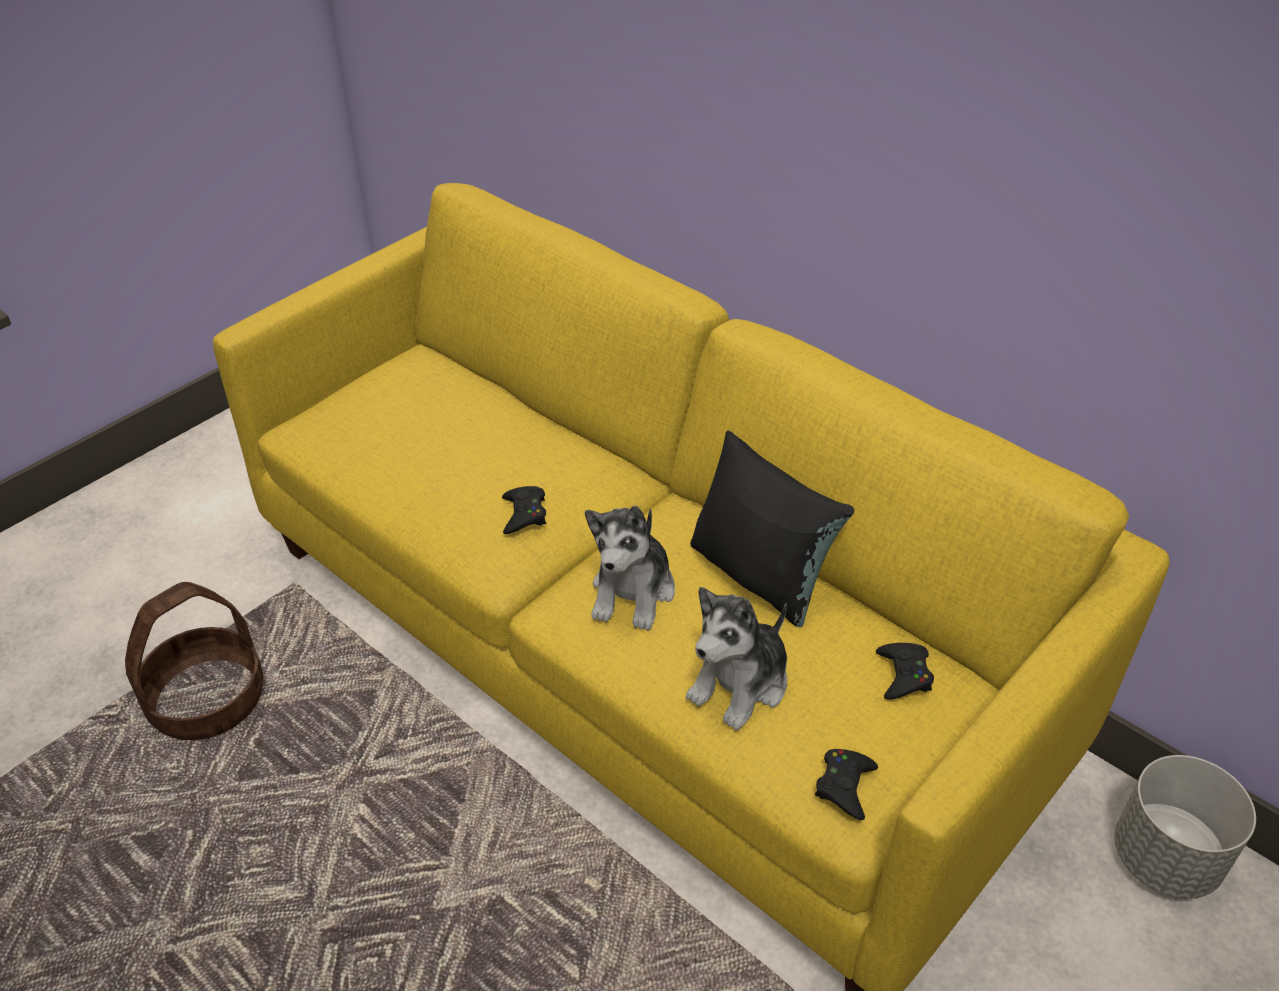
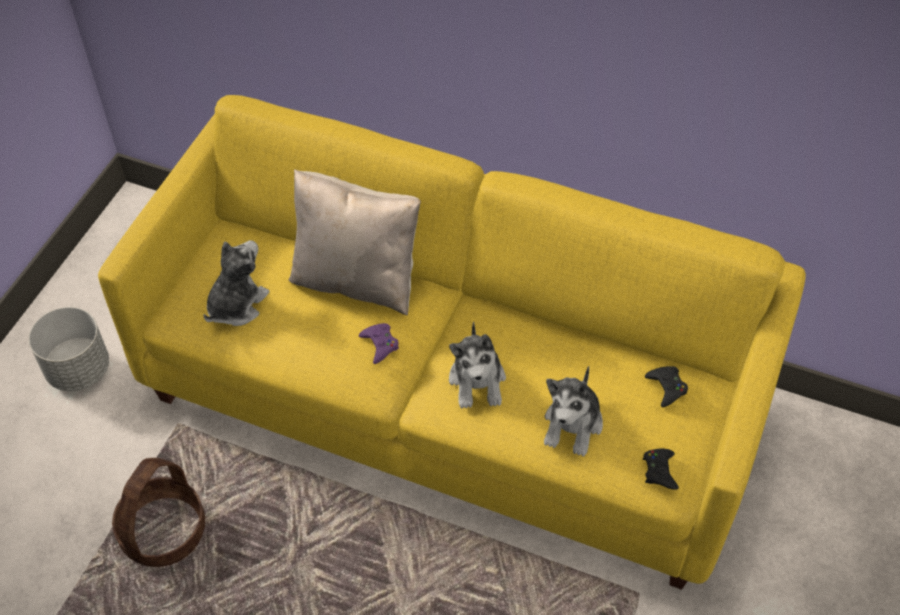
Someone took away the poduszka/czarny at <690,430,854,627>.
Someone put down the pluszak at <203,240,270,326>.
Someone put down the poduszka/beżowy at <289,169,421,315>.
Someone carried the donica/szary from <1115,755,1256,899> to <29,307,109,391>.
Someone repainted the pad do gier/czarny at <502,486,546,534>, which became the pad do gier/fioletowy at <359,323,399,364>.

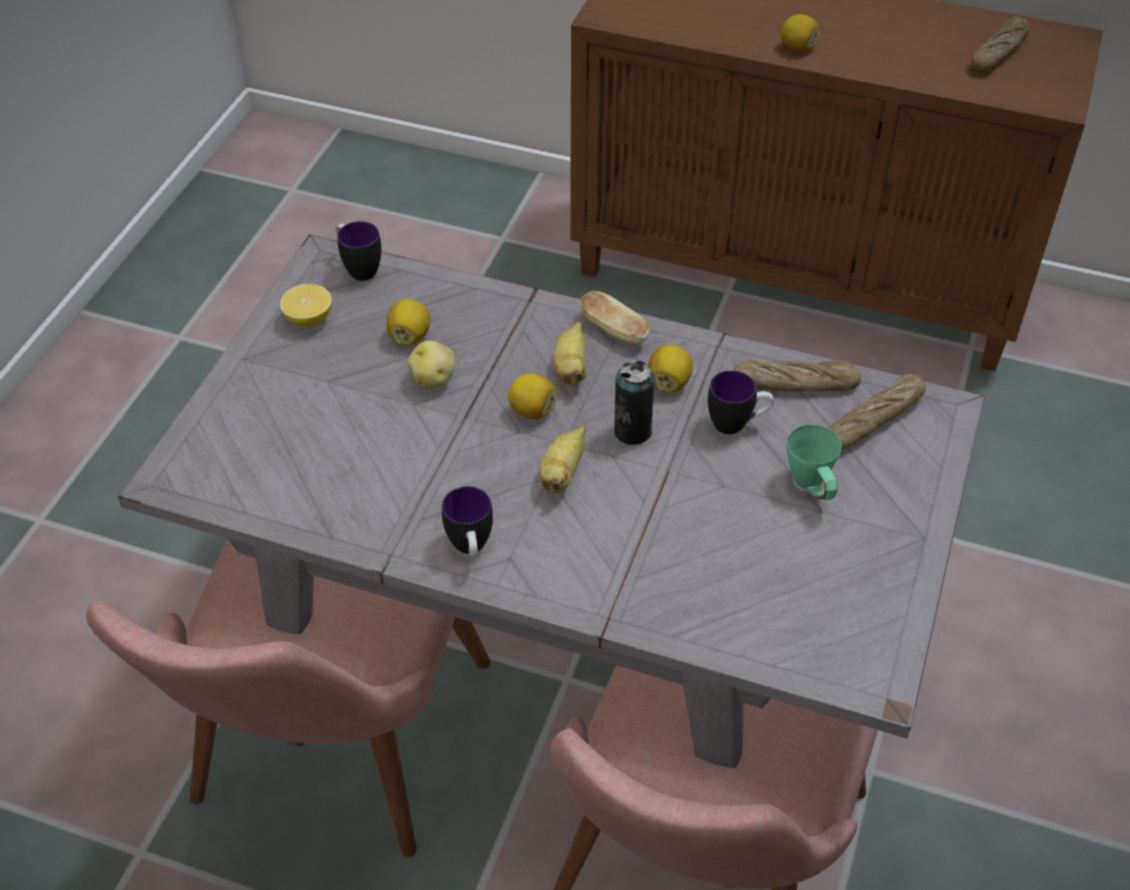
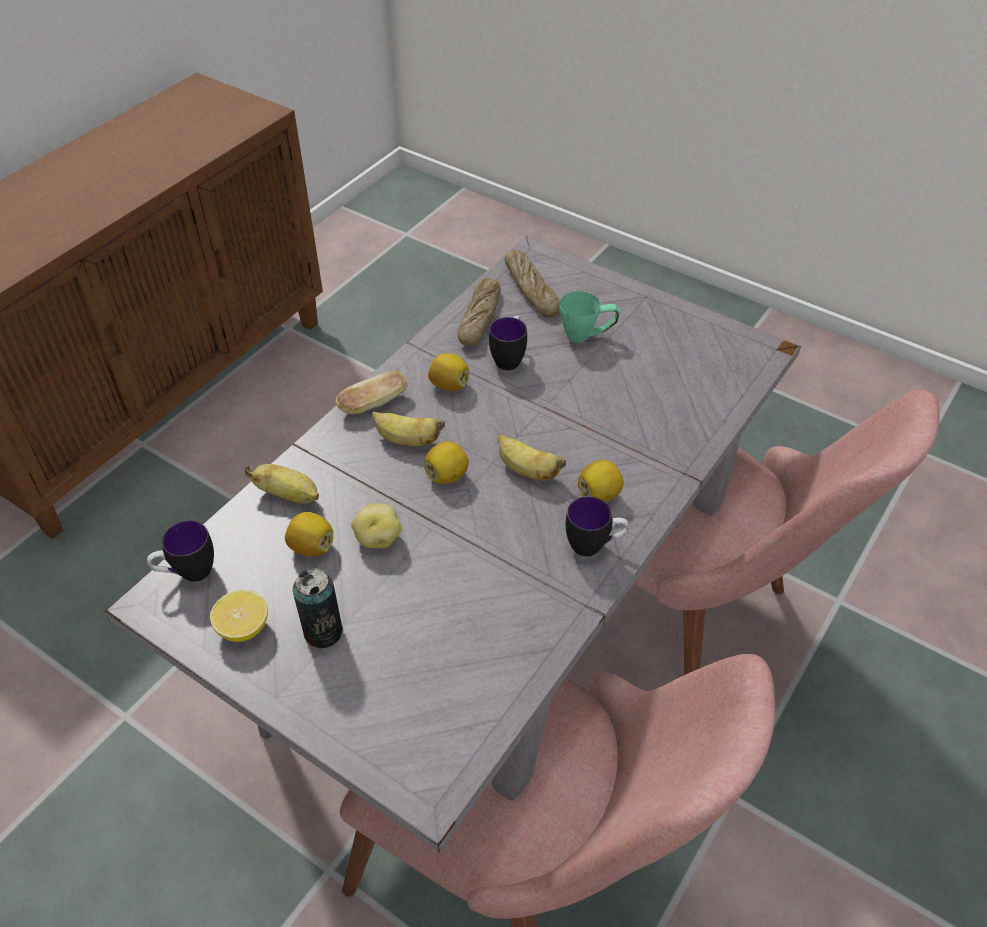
Someone took away the chleb at <972,16,1030,70>.
Someone put down the banan at <245,464,319,504>.
Someone carried the puszka from <614,360,655,445> to <293,568,343,648>.
Someone carried the cytryna from <781,14,820,51> to <578,460,624,502>.

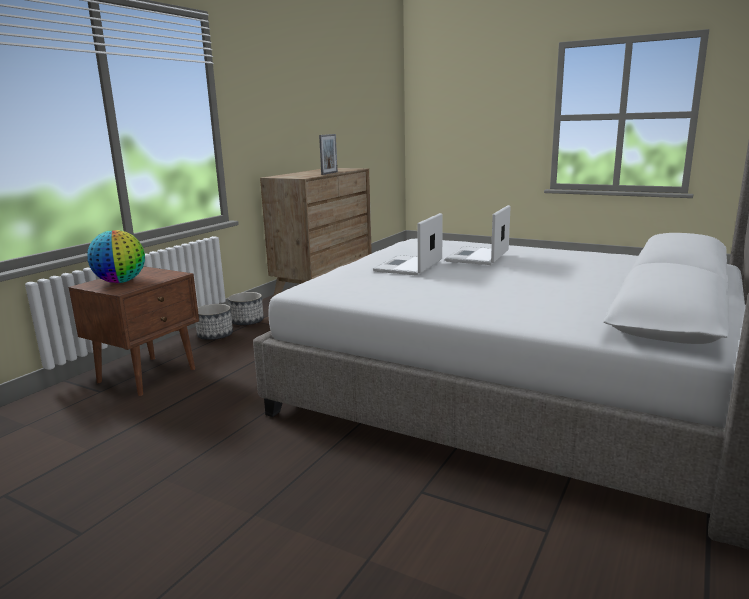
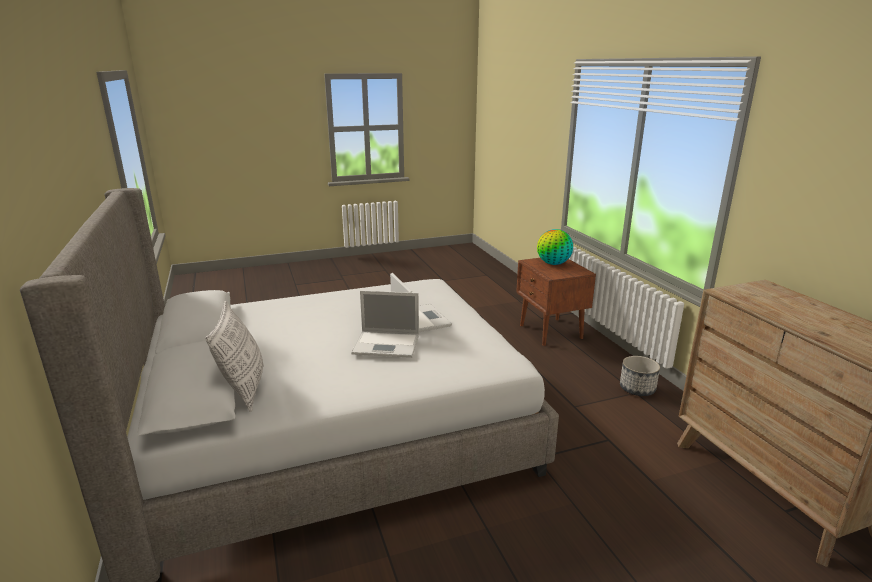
Someone took away the donica at <196,304,233,340>.
Someone took away the ramka na zdjęcie at <319,134,338,175>.
Someone put down the poduszka at <205,301,264,412>.
Someone rotated the laptop at <445,205,511,265> by 120 degrees clockwise.

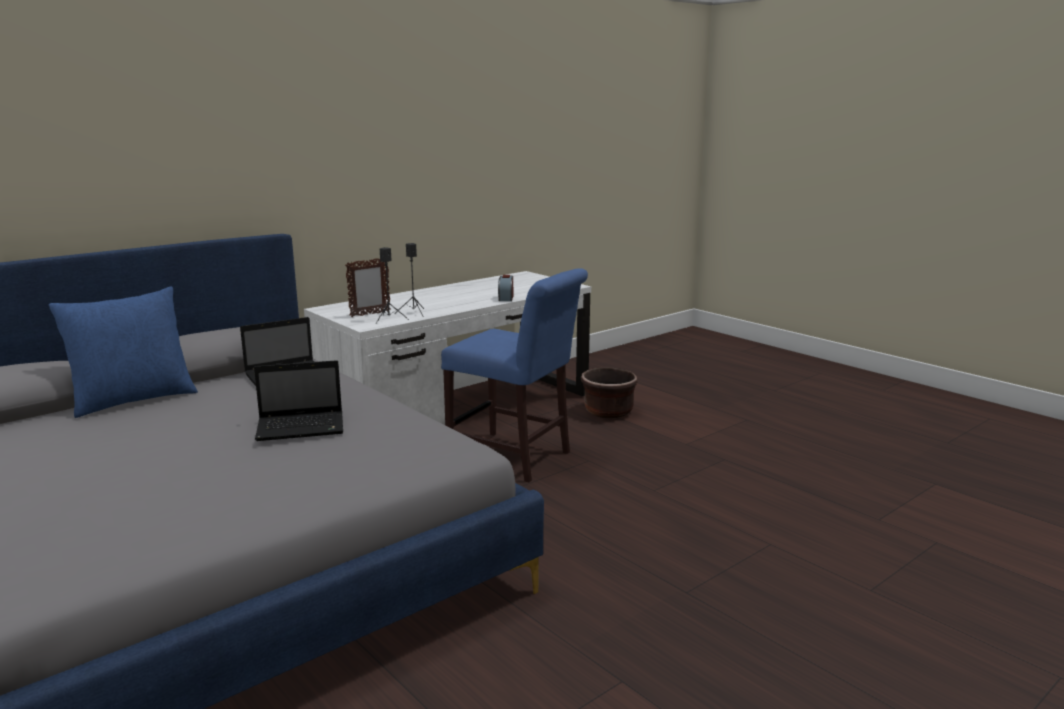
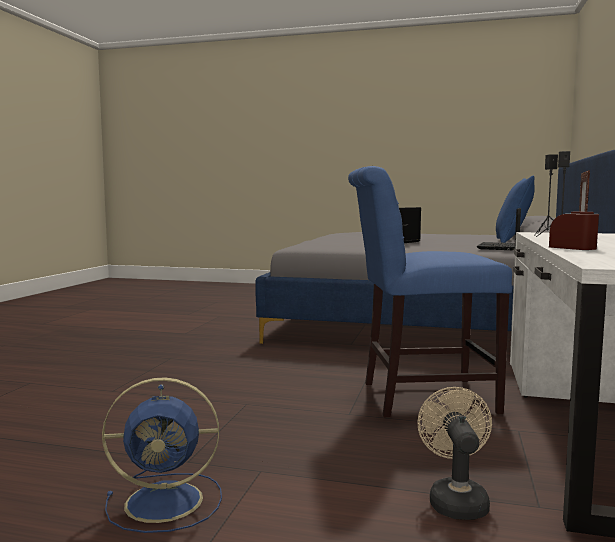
Someone put down the wentylator/niebieski at <102,377,222,533>.
Someone swapped the donica/brązowy at <581,368,637,418> for the wentylator/beżowy at <417,387,492,520>.

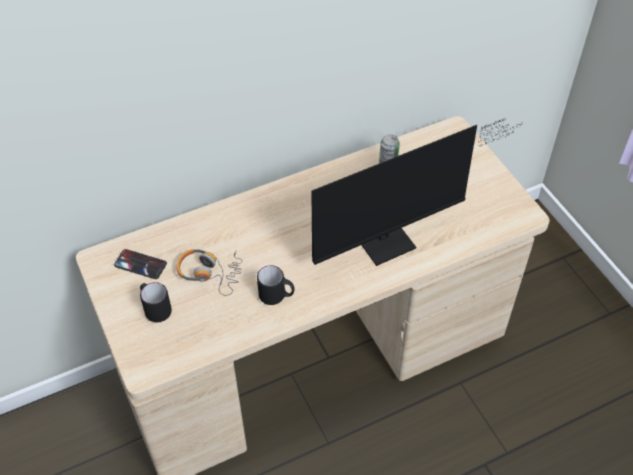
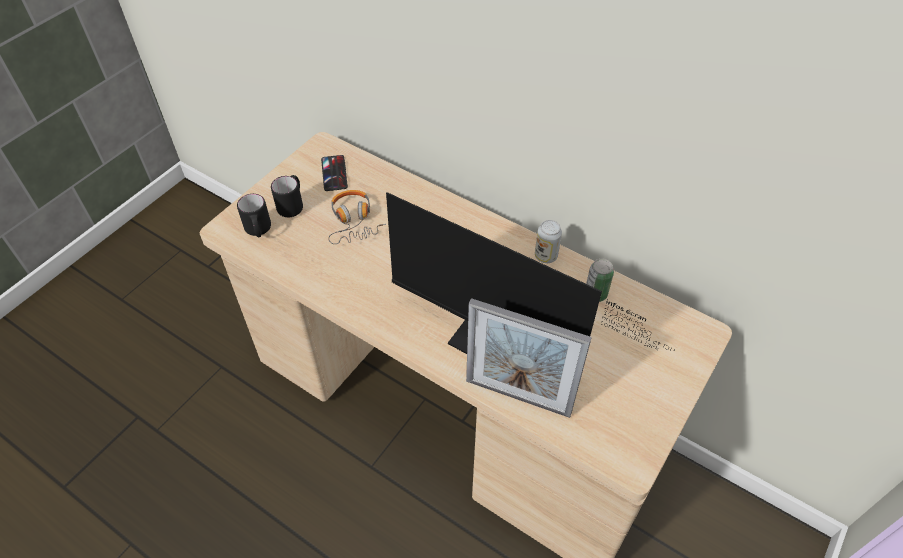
Someone put down the ramka na zdjęcie at <466,298,592,418>.
Someone put down the puszka at <535,220,562,263>.
Someone carried the kubek/czarny from <257,265,294,305> to <237,194,271,237>.

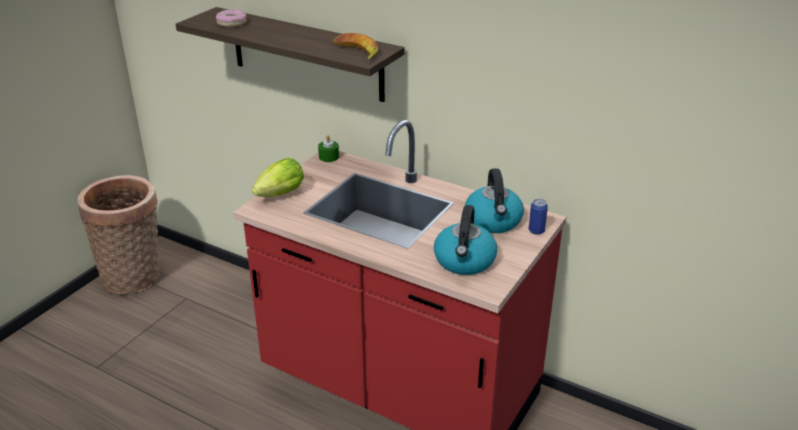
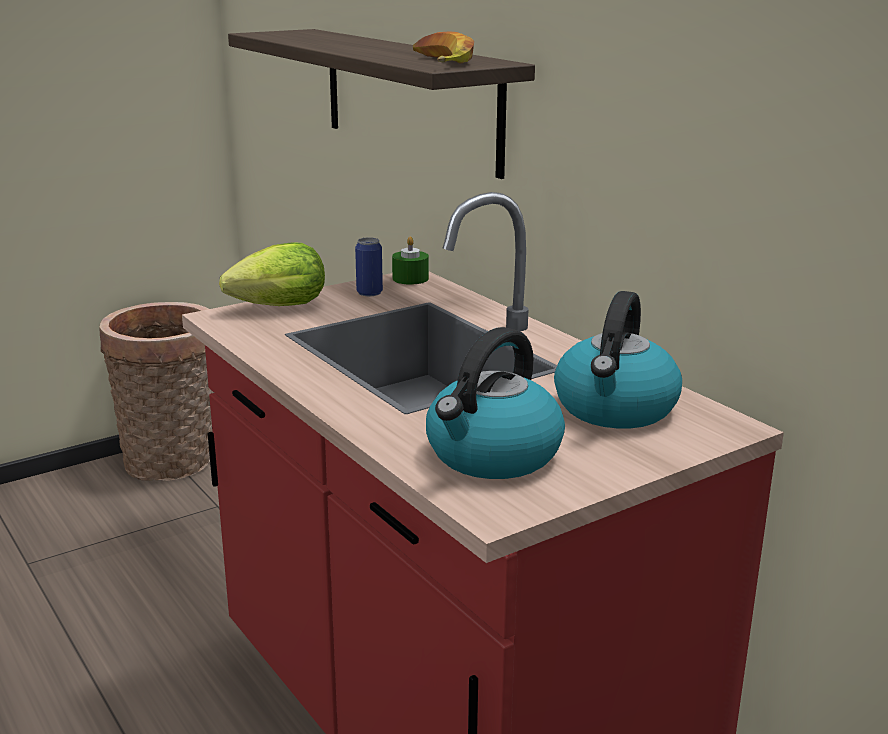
Someone took away the donut at <216,9,246,27>.
Someone carried the puszka from <529,199,548,235> to <355,237,383,296>.

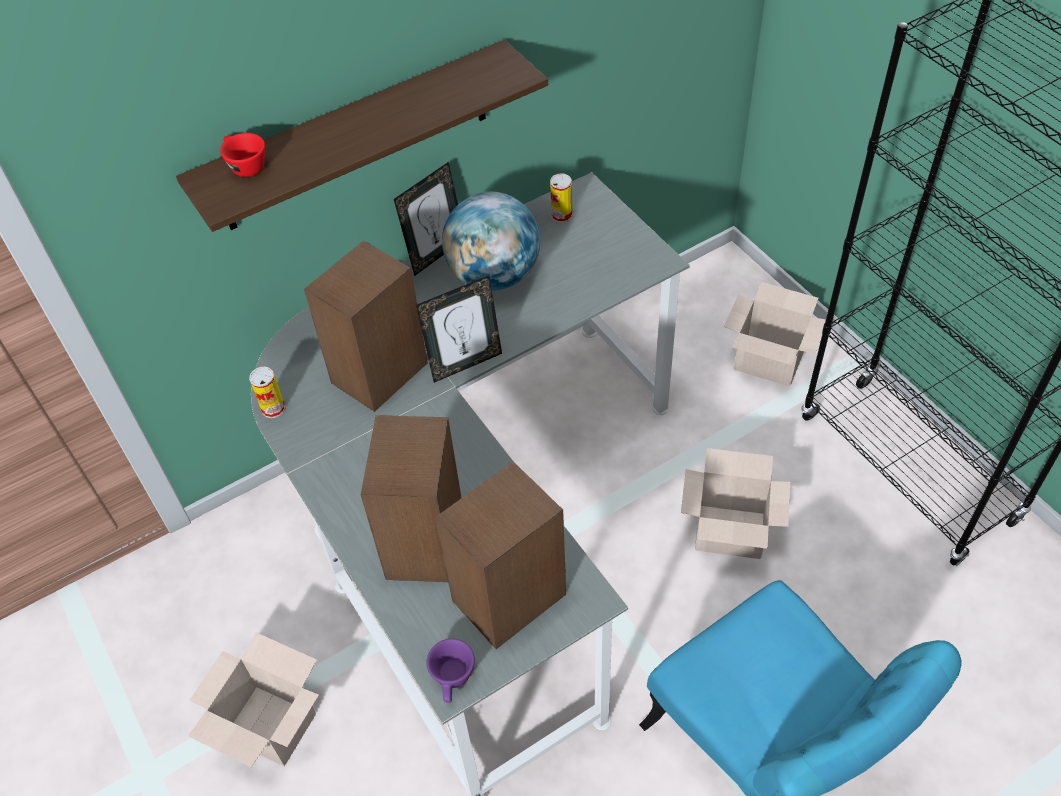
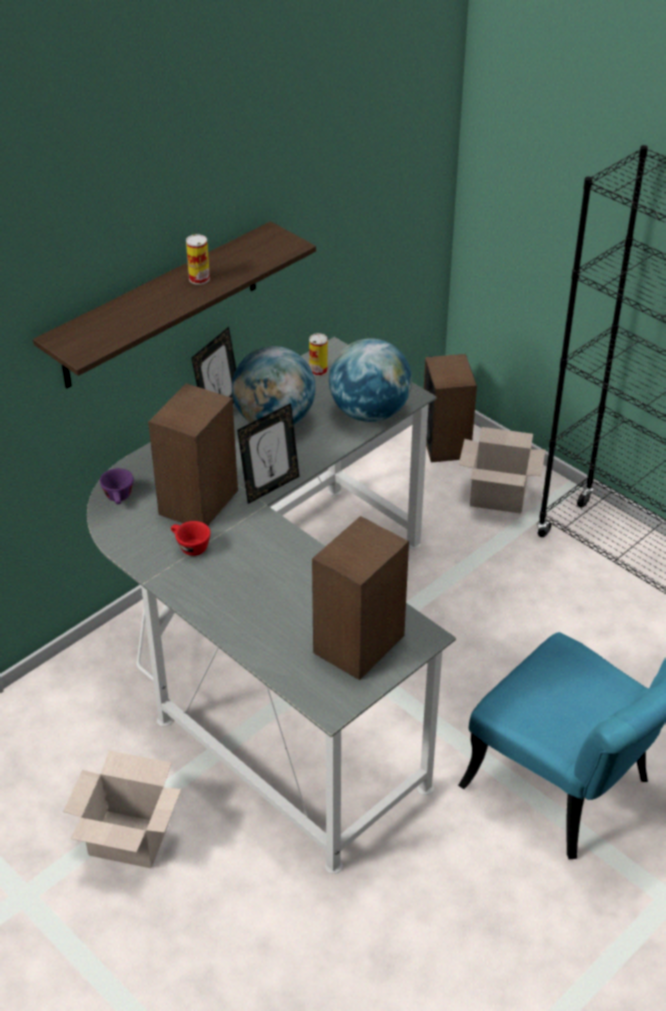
Someone took away the karton at <681,448,790,559>.
Someone put down the globus at <329,338,412,422>.
Someone carried the filiżanka/czerwony from <220,133,265,177> to <171,521,211,556>.
Someone carried the puszka from <249,367,285,418> to <186,234,210,285>.
Someone carried the głośnik from <361,415,462,582> to <424,354,477,462>.
Someone carried the filiżanka/fioletowy from <427,639,475,703> to <100,468,134,504>.

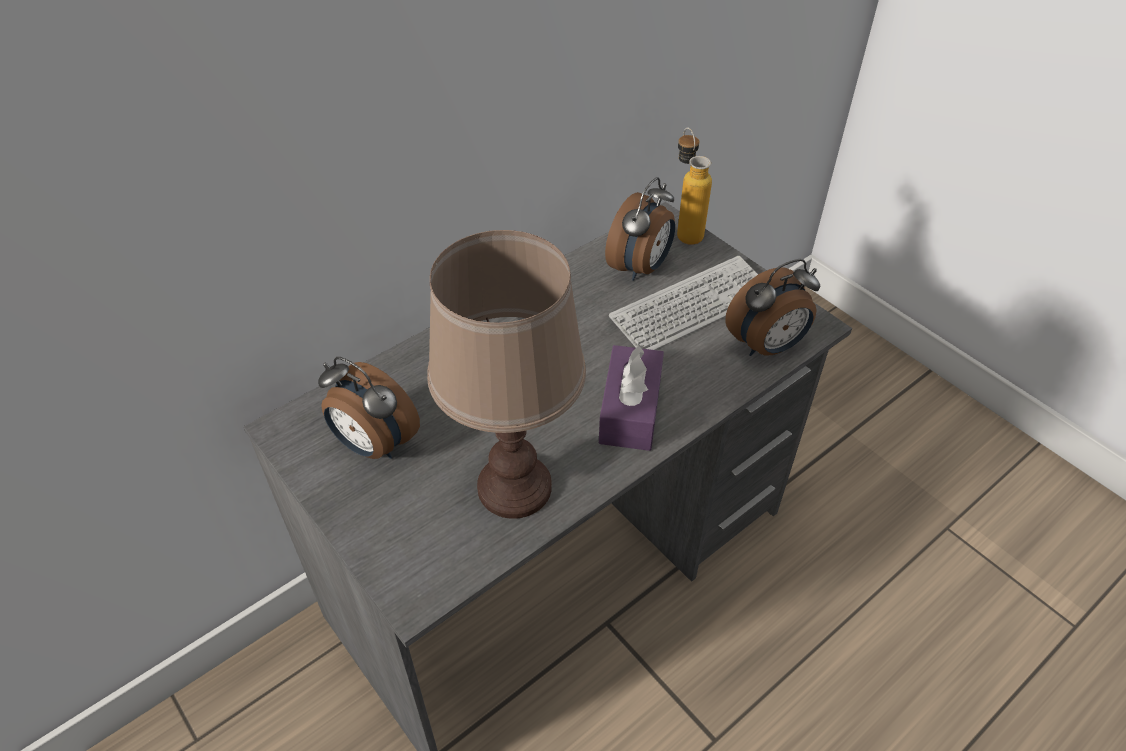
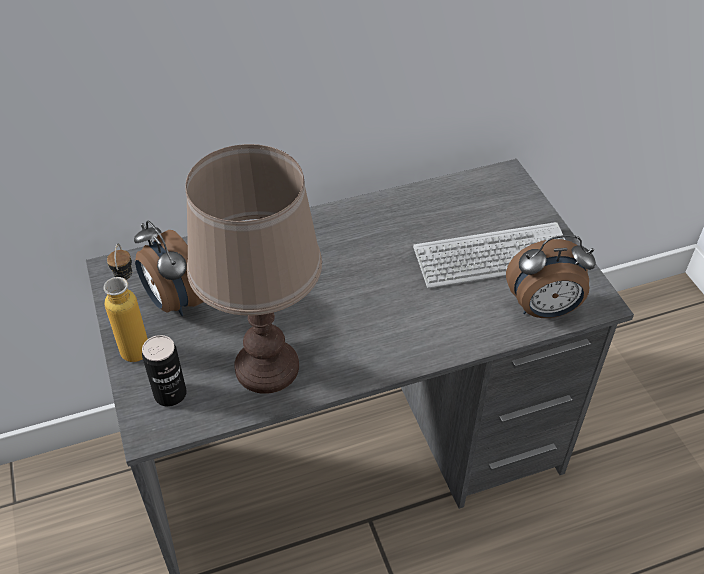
Someone took away the pudełko chusteczek/fioletowy at <599,345,664,451>.
Someone took away the budzik at <605,178,675,281>.
Someone put down the puszka at <142,335,187,407>.
Someone carried the butelka from <677,128,712,245> to <103,244,148,362>.

